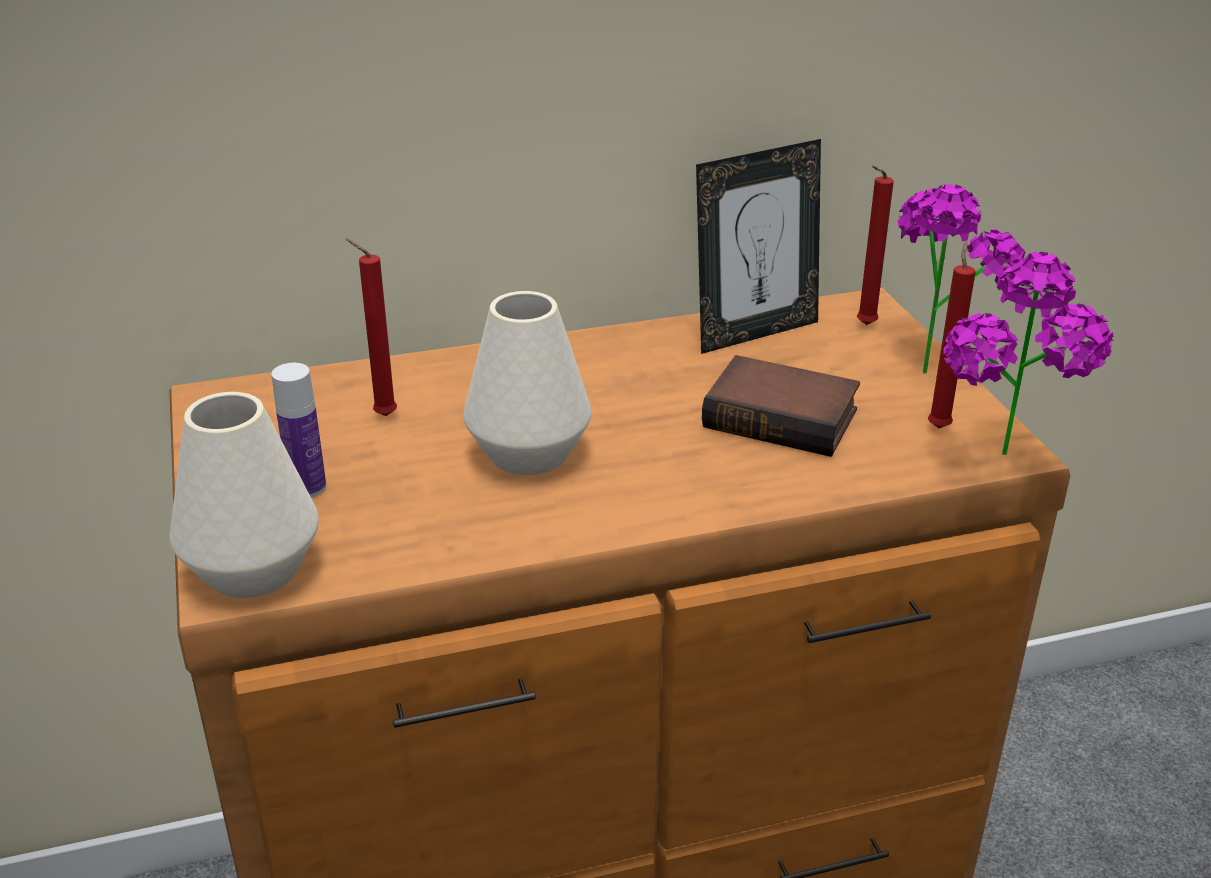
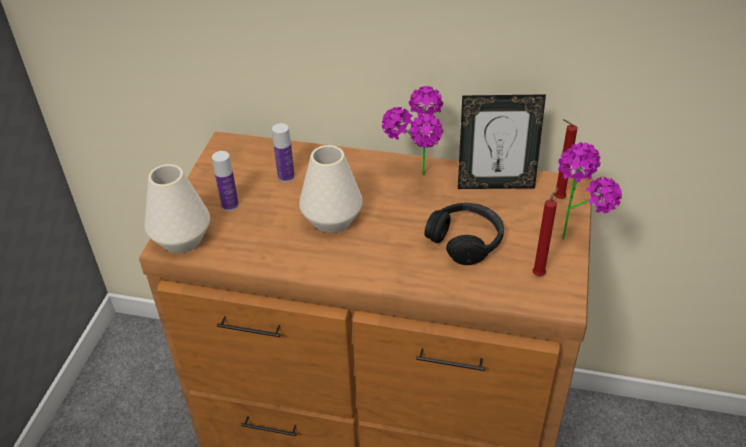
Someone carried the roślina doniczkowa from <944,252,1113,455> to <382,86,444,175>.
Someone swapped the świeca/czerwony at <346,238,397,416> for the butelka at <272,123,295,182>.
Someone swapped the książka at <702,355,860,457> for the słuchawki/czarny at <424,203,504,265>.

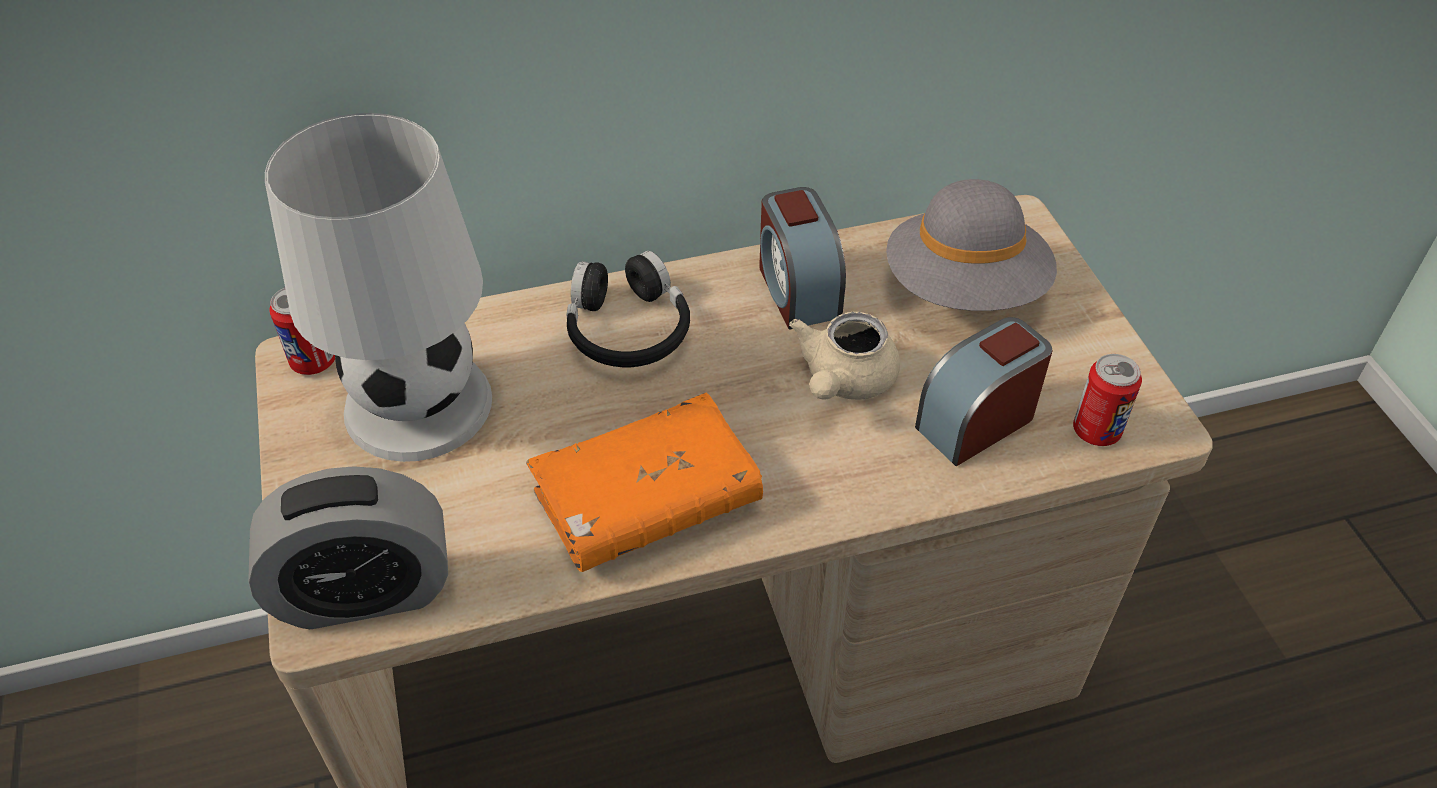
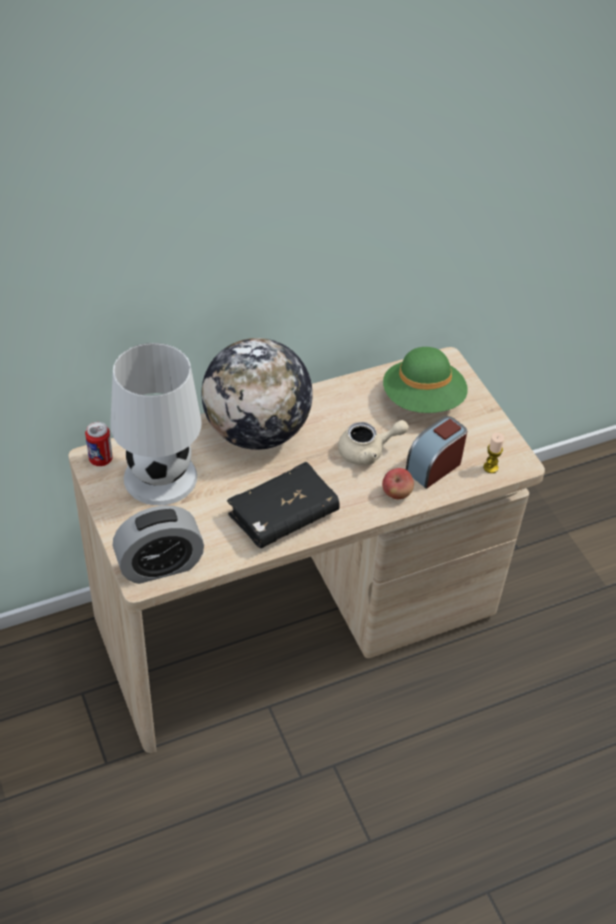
Someone took away the budzik at <759,187,846,330>.
Someone put down the jabłko at <382,468,414,499>.
Someone swapped the słuchawki/czarny at <566,251,690,367> for the globus at <202,338,313,450>.
Someone swapped the puszka at <1073,354,1142,446> for the świeca at <483,433,504,473>.
Someone repainted the książka/pomarańczowy at <526,393,763,572>, which became the książka/czarny at <227,462,340,548>.
Someone repainted the kapelusz/szary at <886,179,1057,311>, which became the kapelusz/zielony at <383,347,468,413>.
Someone rotated the imbryk/beżowy at <789,312,900,400> by 120 degrees counterclockwise.

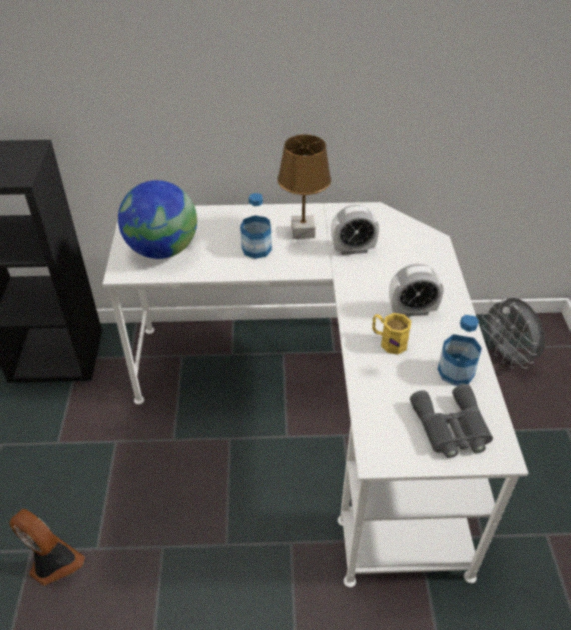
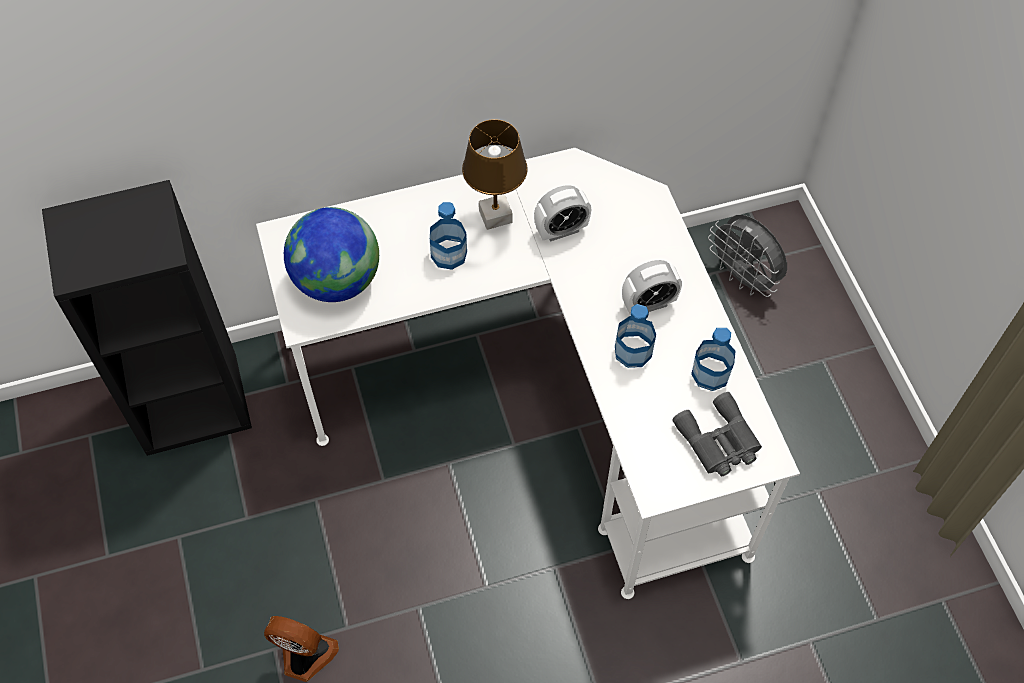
Someone swapped the kubek/żółty at <372,313,411,354> for the butelka at <615,304,656,368>.

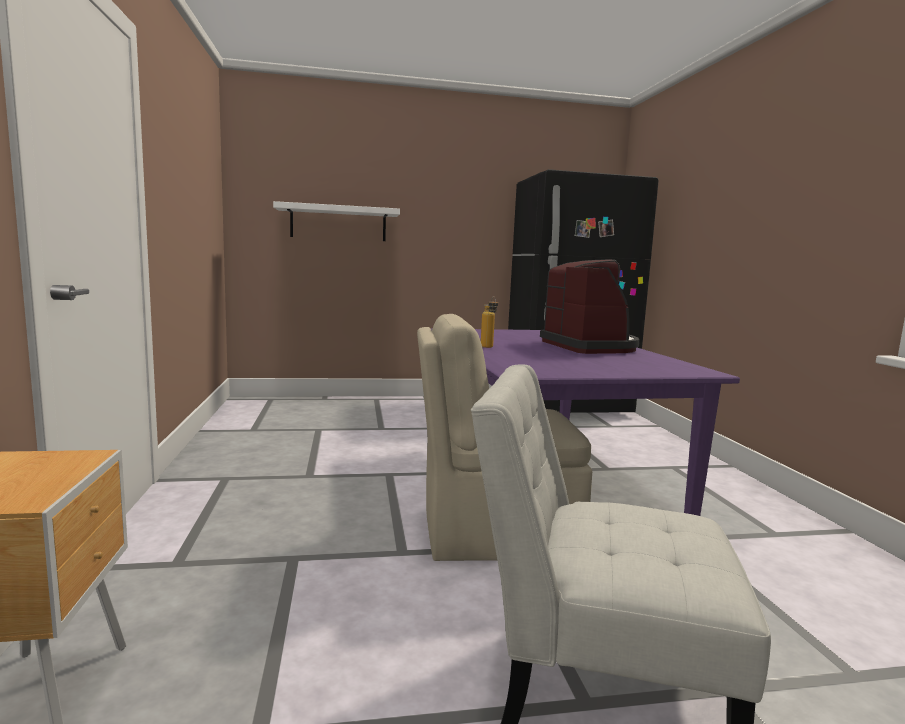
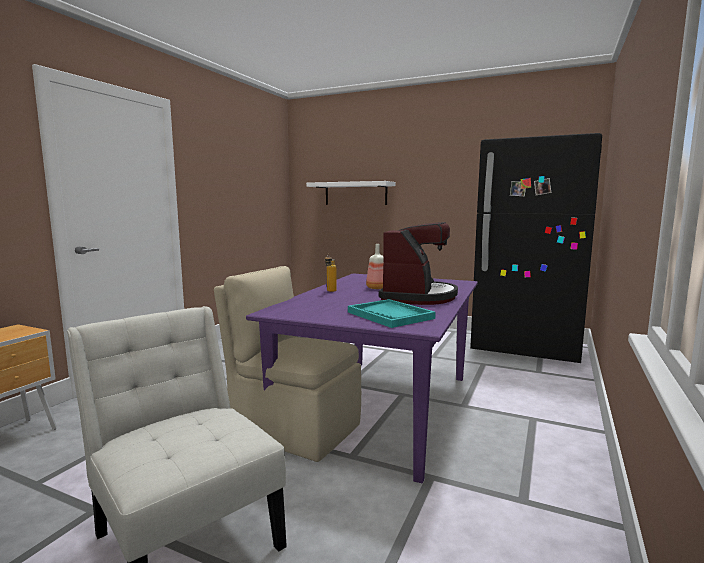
Someone put down the taca/turkusowy at <348,299,436,328>.
Someone put down the butelka at <366,244,384,289>.

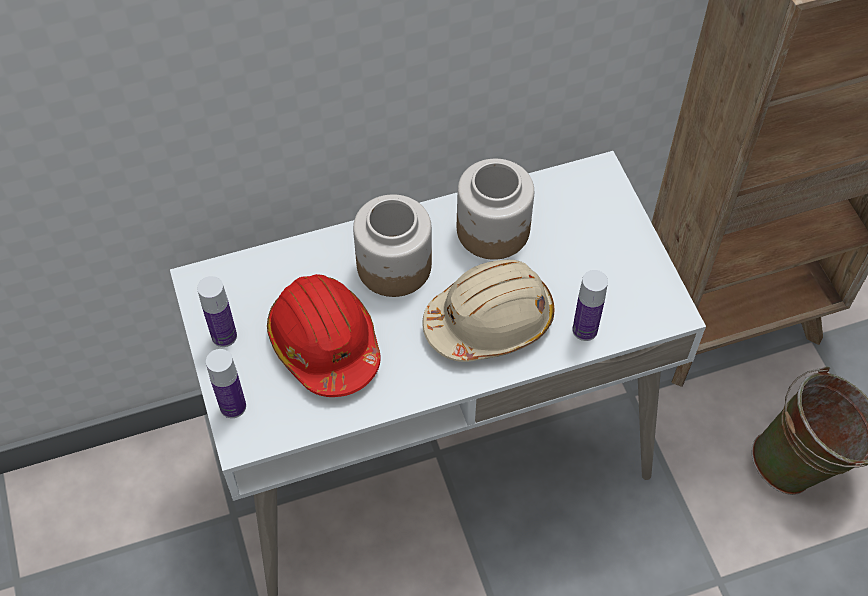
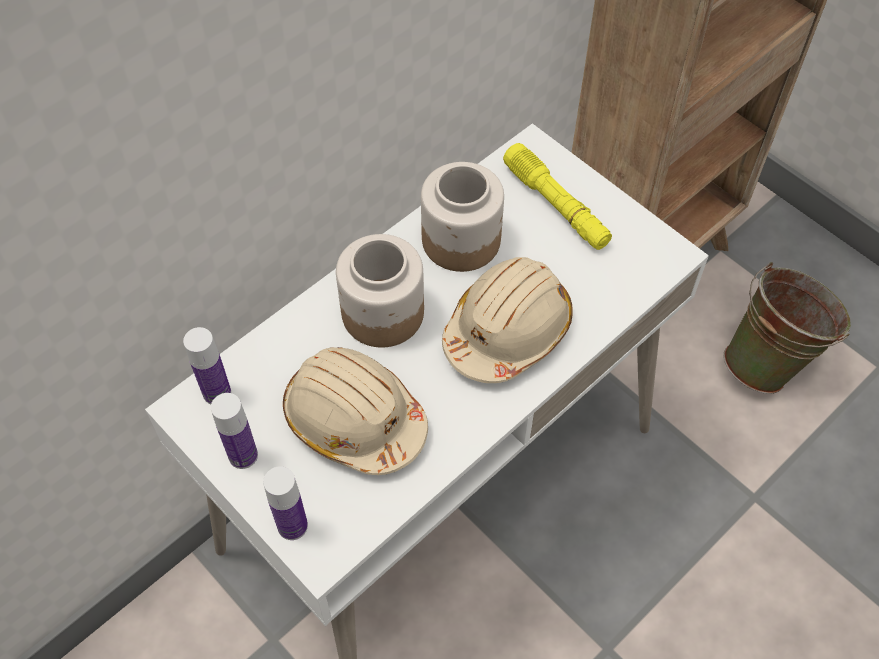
Someone put down the latarka/żółty at <503,143,612,250>.
Someone carried the butelka from <572,270,608,341> to <183,327,231,404>.
Someone repainted the kask/czerwony at <267,274,381,397>, which became the kask/beżowy at <283,347,428,475>.

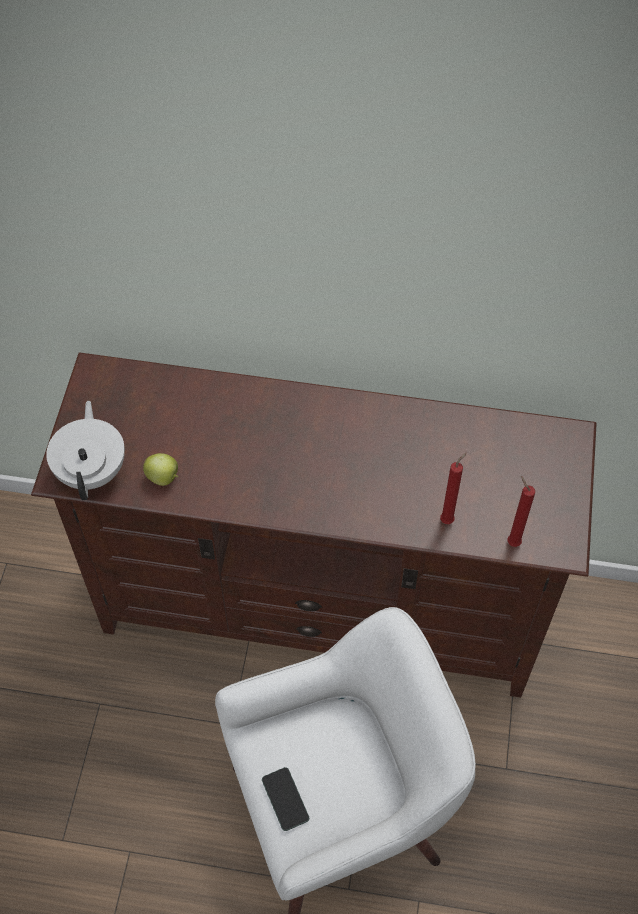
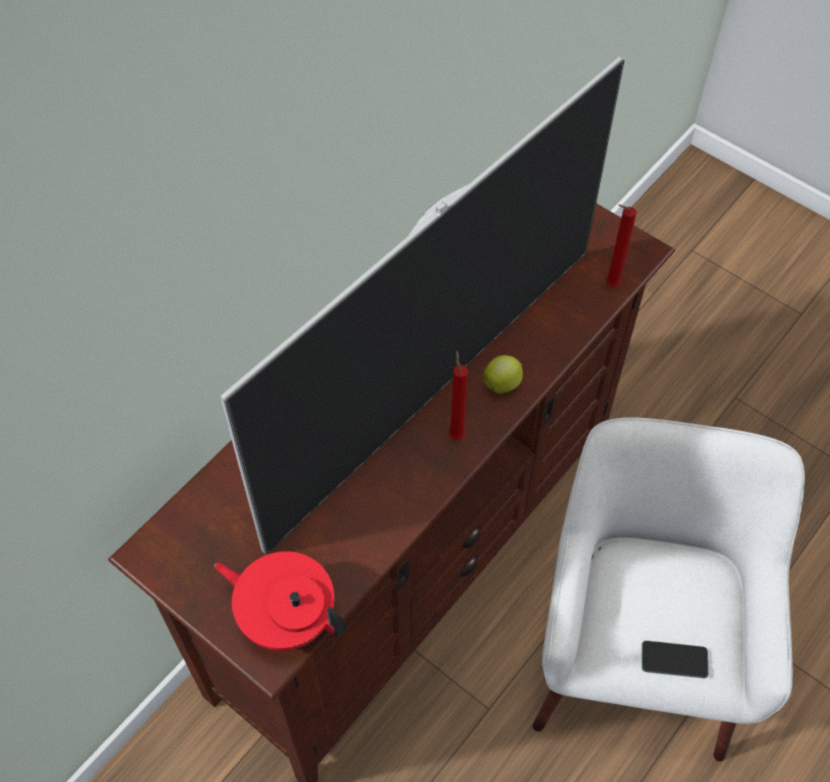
Someone put down the telewizor at <220,57,625,555>.
Someone carried the jabłko from <143,453,179,486> to <483,355,523,394>.
Someone carried the świeca/czerwony from <440,453,467,524> to <449,350,468,440>.
Someone repainted the imbryk/biały at <46,401,125,500>, which became the imbryk/czerwony at <214,551,347,651>.

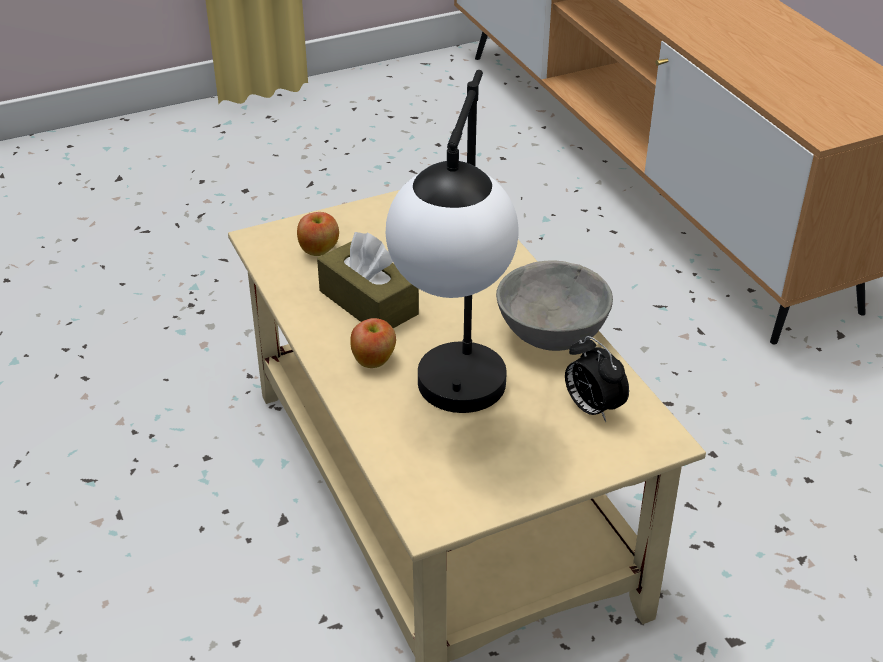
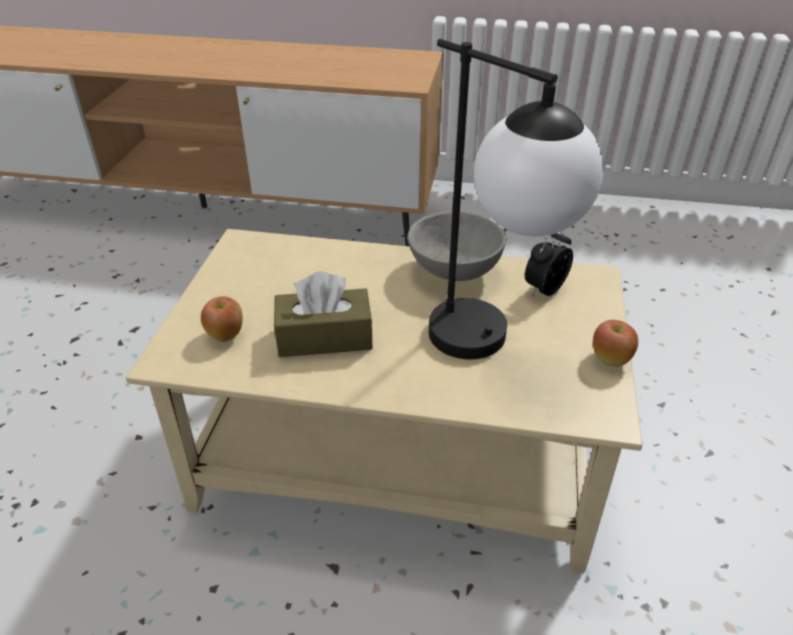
Someone carried the jabłko from <350,318,396,368> to <593,320,638,367>.
Someone rotated the budzik at <565,336,629,422> by 135 degrees clockwise.

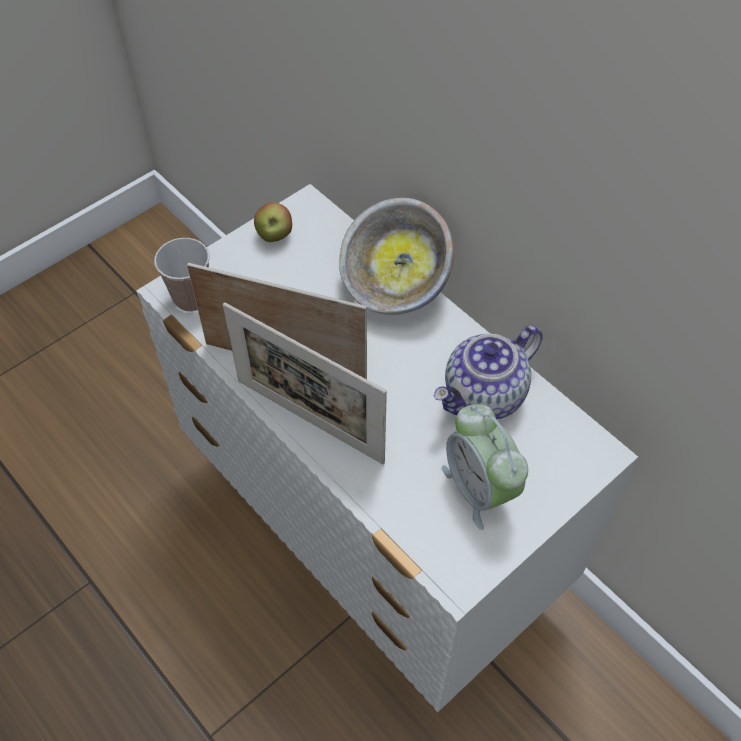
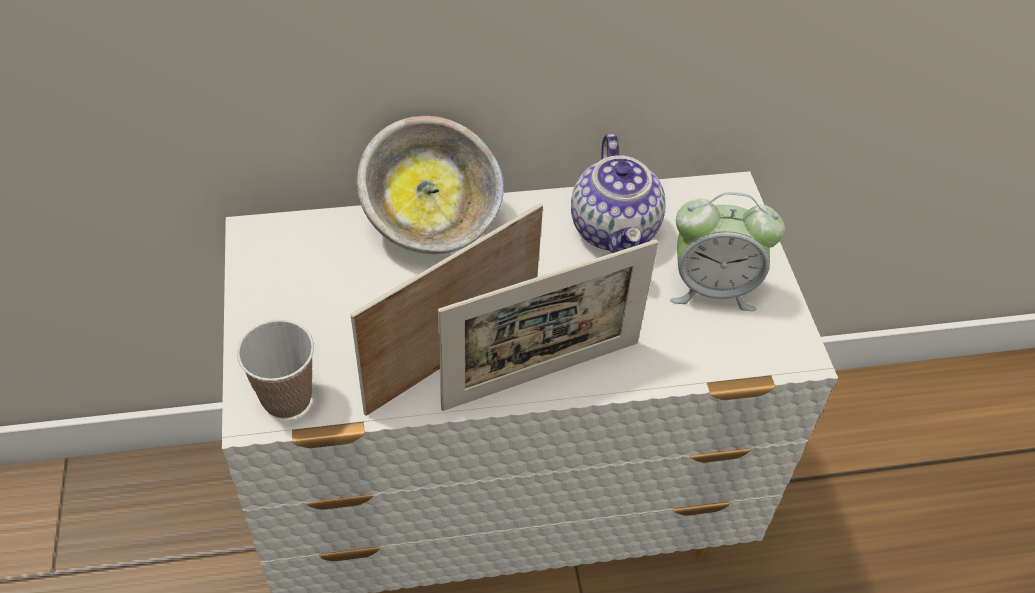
Someone took away the jabłko at <254,202,292,242>.

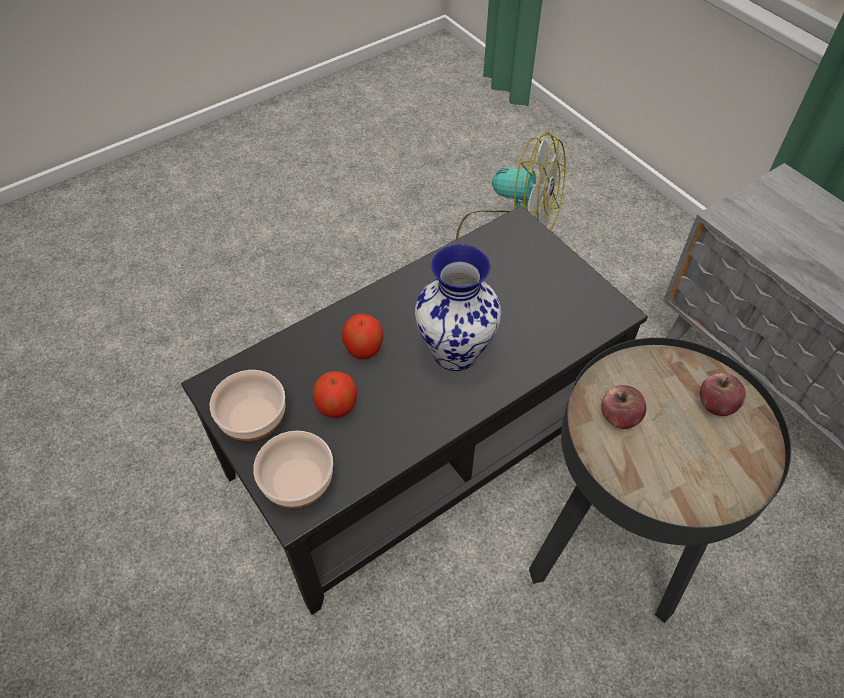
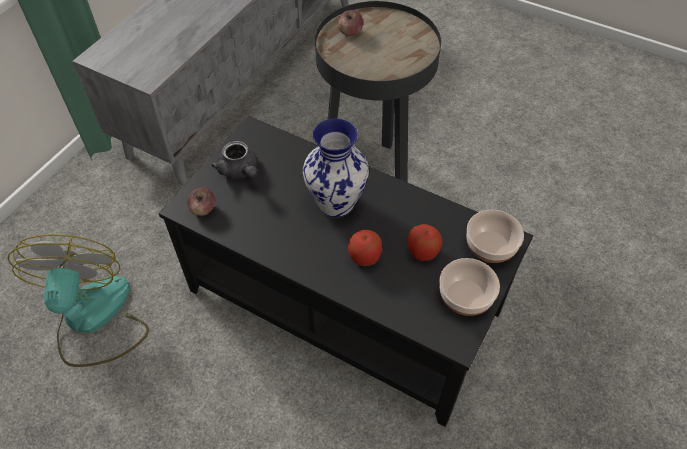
Someone put down the imbryk/szary at <211,141,258,179>.
Someone carried the jabłko from <601,385,646,429> to <187,188,215,216>.

